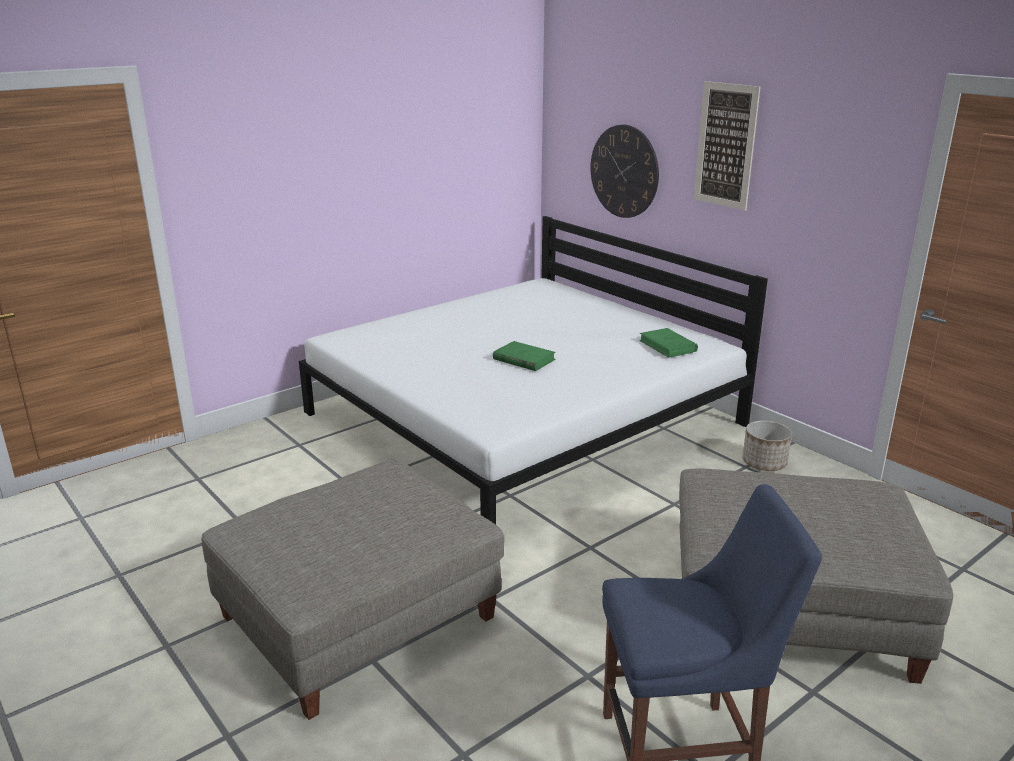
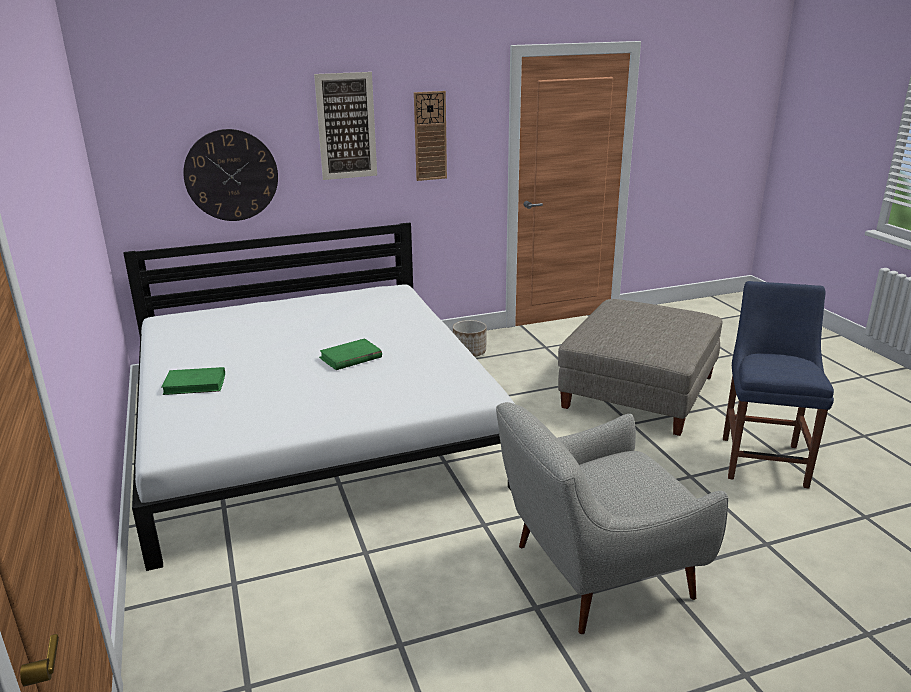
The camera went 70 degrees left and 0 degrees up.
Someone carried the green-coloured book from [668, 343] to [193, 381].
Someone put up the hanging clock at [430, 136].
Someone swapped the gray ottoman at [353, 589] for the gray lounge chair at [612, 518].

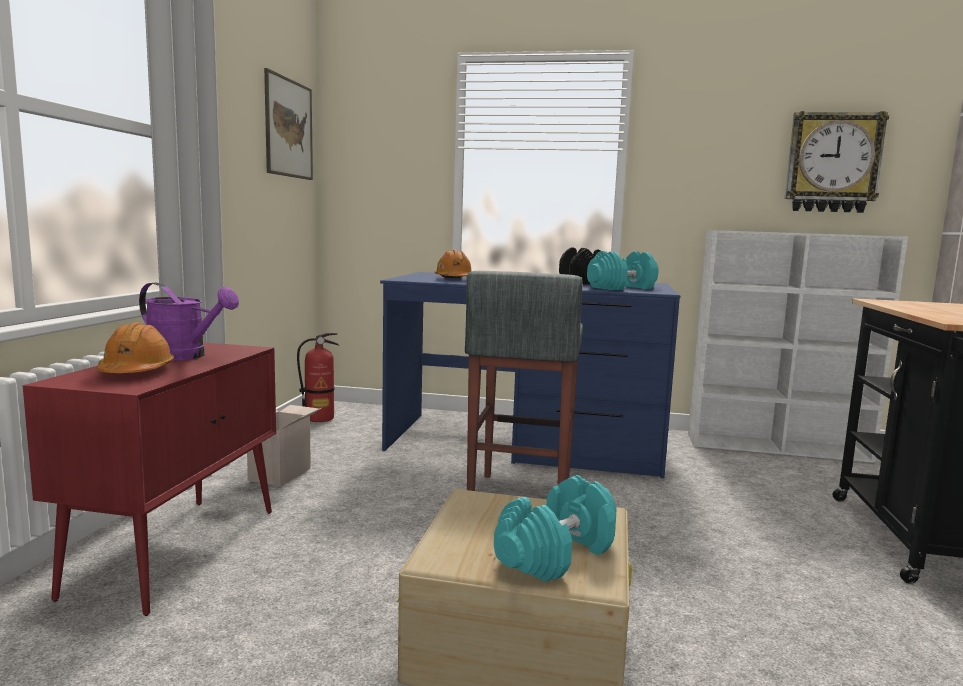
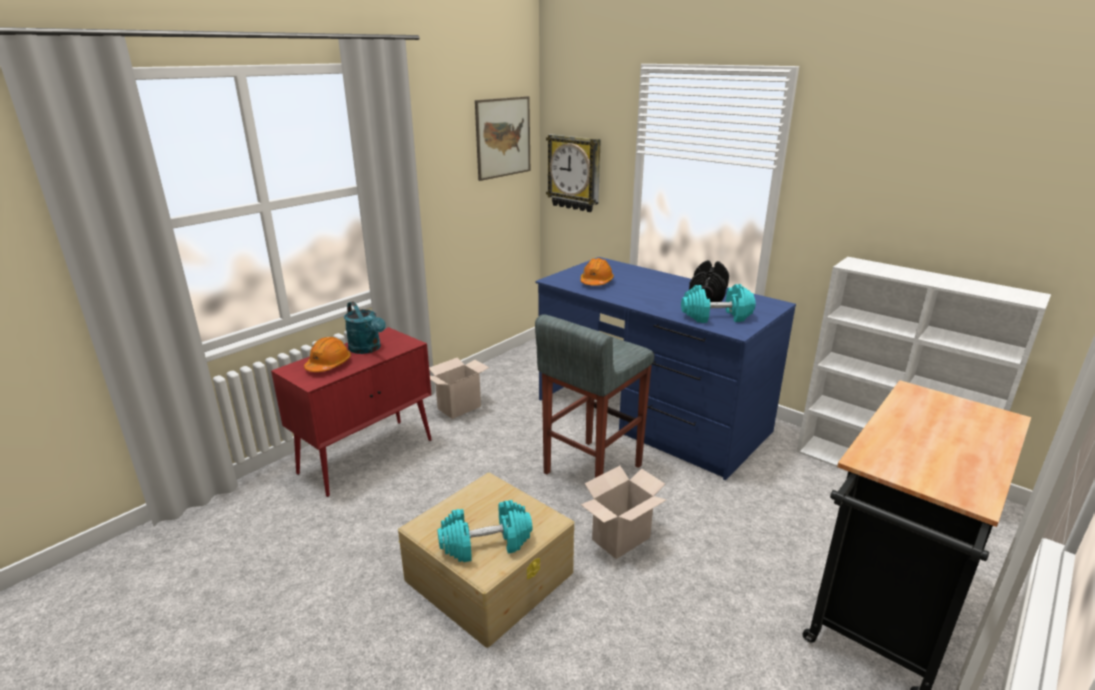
The camera went 30 degrees right and 15 degrees up.
Someone repainted the purple-coloured sprinkling can at [189, 322], which became the turquoise-coloured sprinkling can at [365, 328].
Someone carried the hanging clock from [837, 162] to [573, 173].
Someone put down the cardboard box at [623, 512].
Someone took away the fire-fighting cylinder at [318, 377].

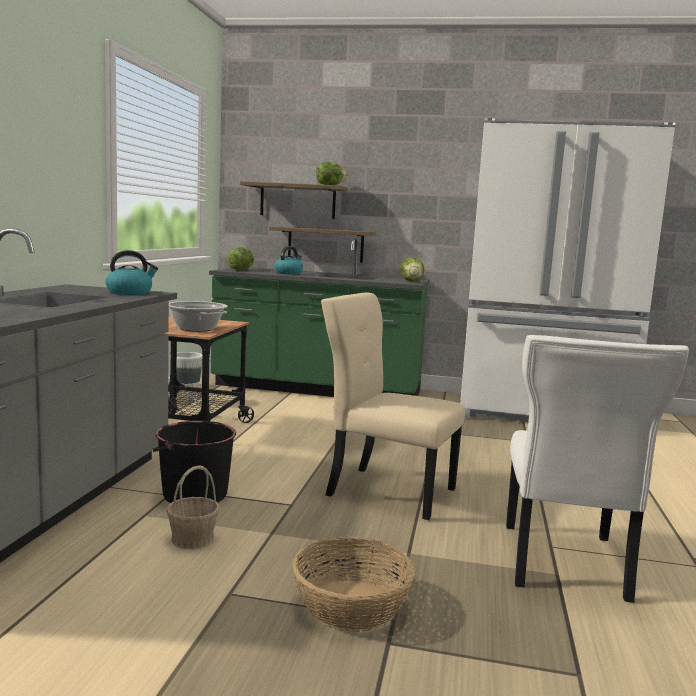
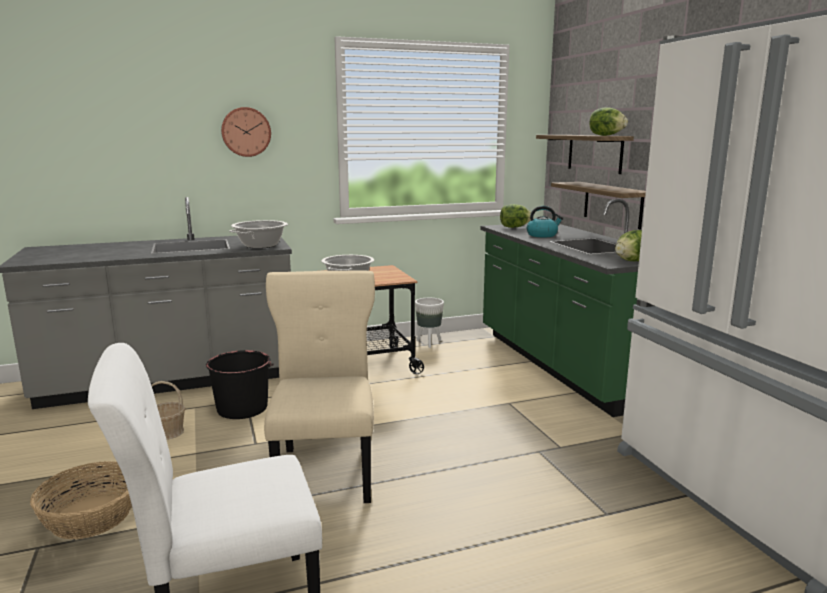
The camera went 60 degrees right and 5 degrees up.
Someone put up the hanging clock at [246, 132].
Someone swapped the kettle at [131, 272] for the saucepot at [258, 234].

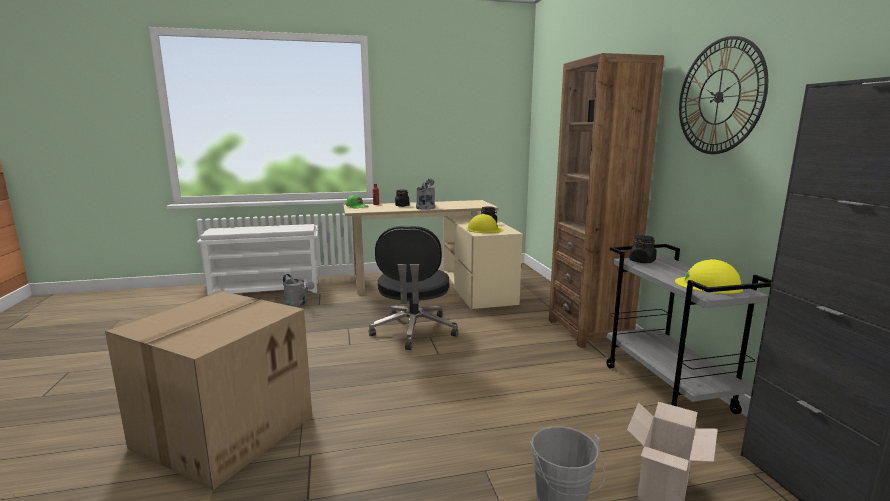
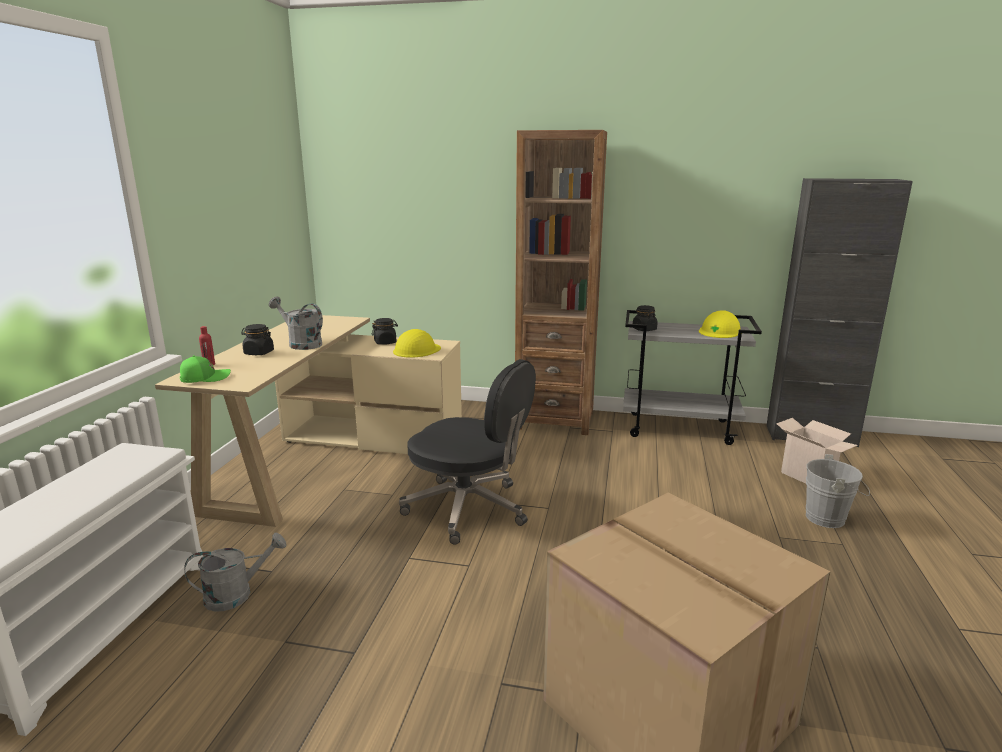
The camera went 65 degrees left and 5 degrees up.
Someone took away the hanging clock at [723, 95].

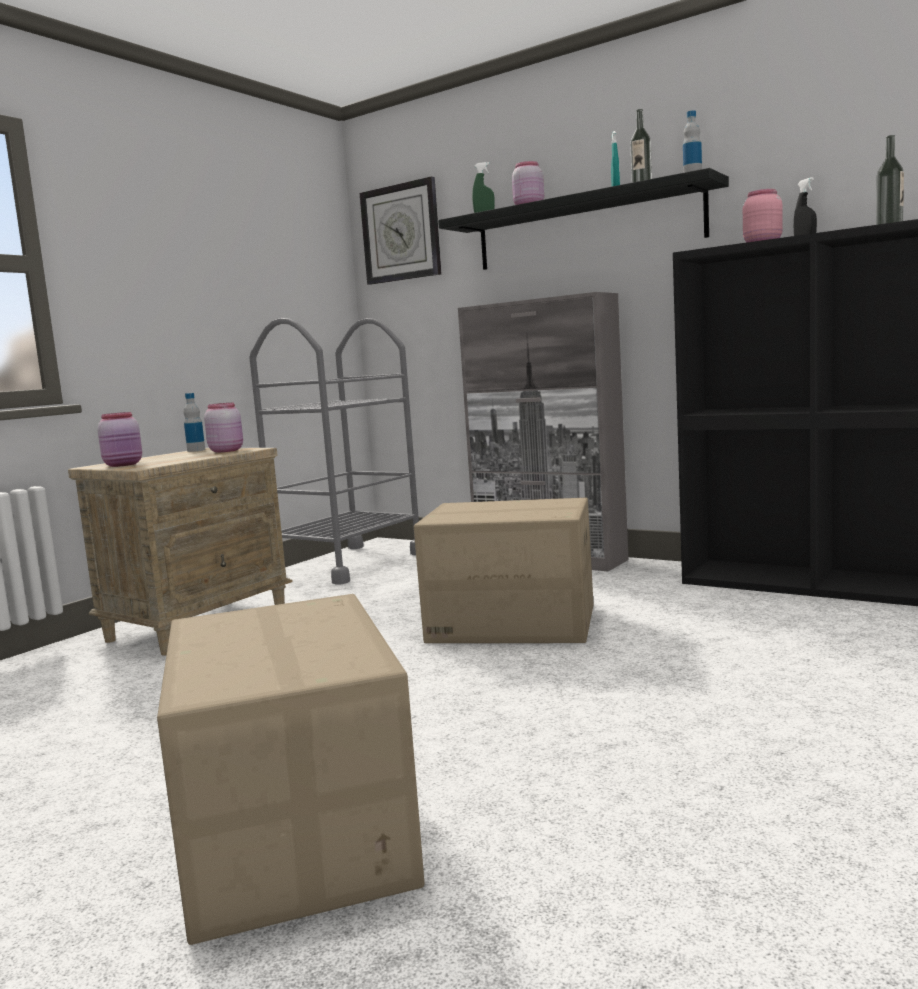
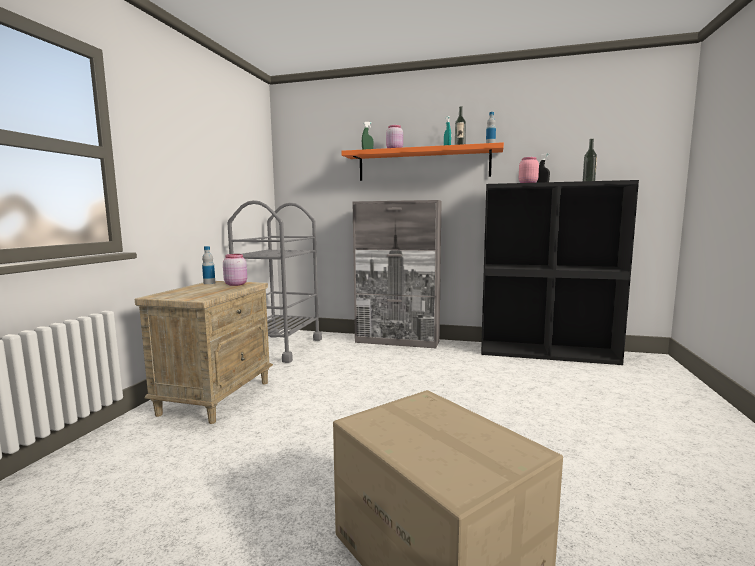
The camera went 20 degrees left and 0 degrees up.
Someone repainted the blackish shelf at [583, 219], which became the orangey shelf at [422, 161].
Someone took away the pink-coloured storage jar at [119, 439].
Someone took away the hanging clock at [401, 231].
Someone took away the cardboard box at [504, 570].

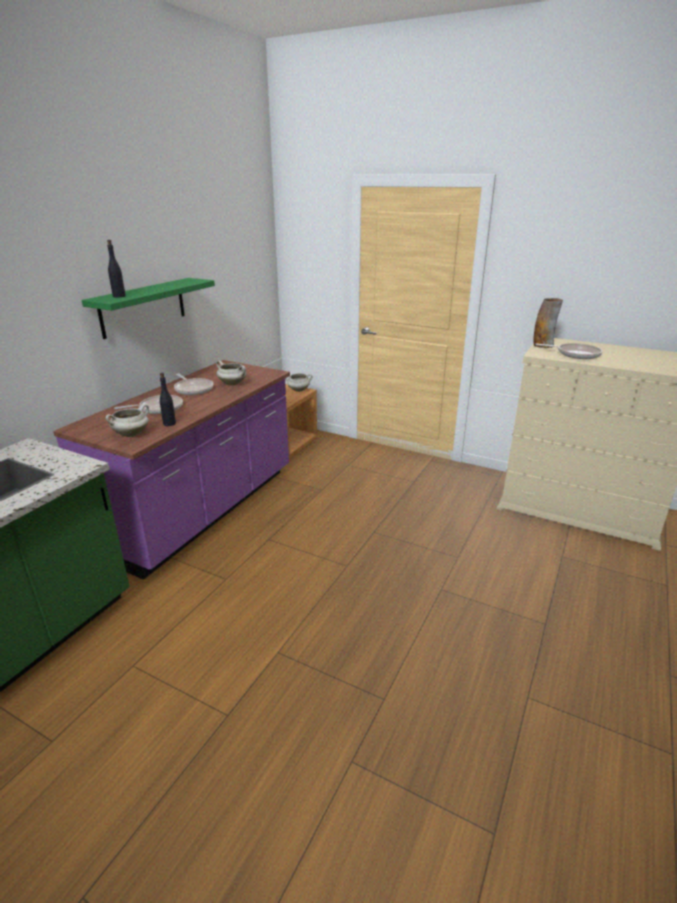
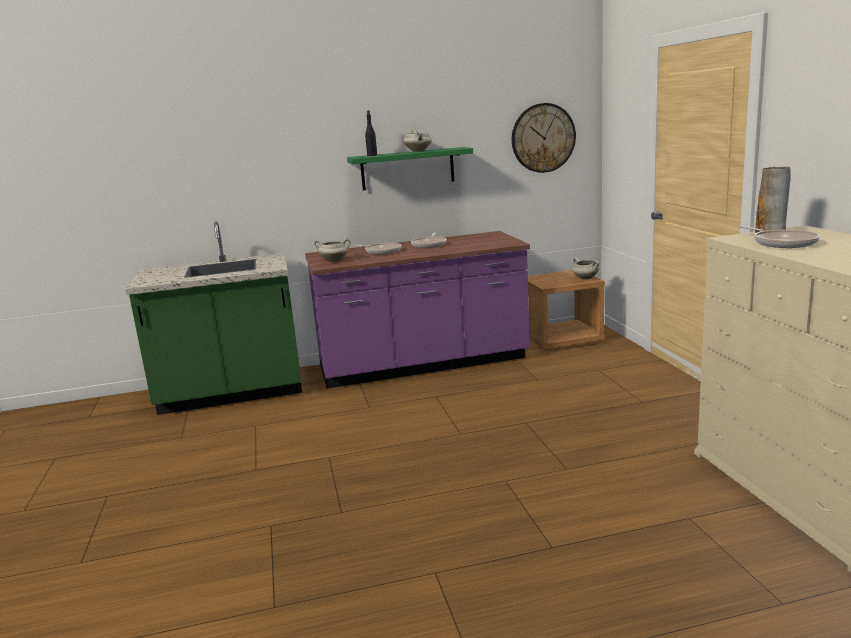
The camera went 50 degrees right and 10 degrees down.
Someone carried the white saucepot from [231, 373] to [417, 140].
Someone put up the hanging clock at [544, 138].
Someone took away the blackish drink bottle at [168, 399].

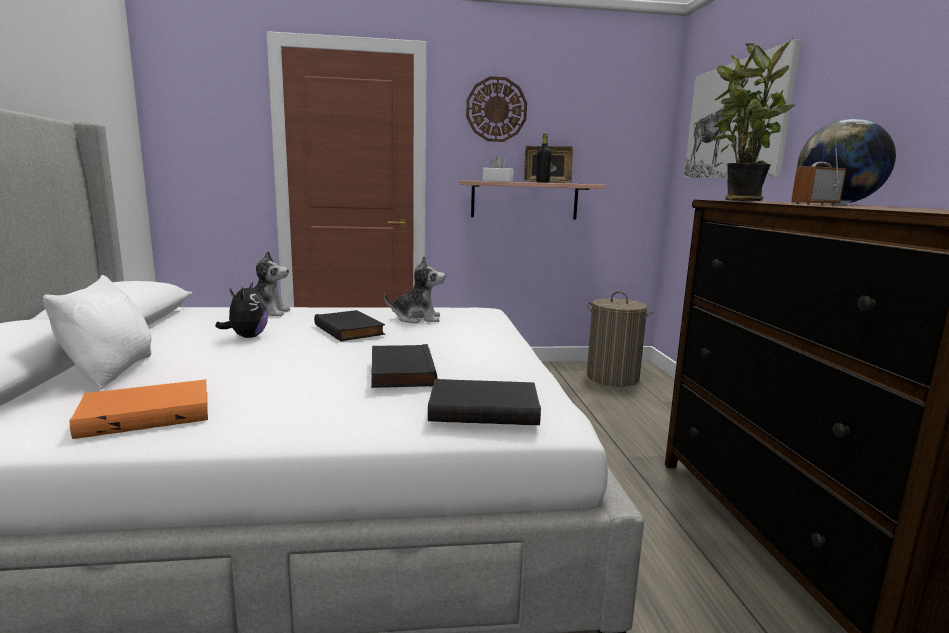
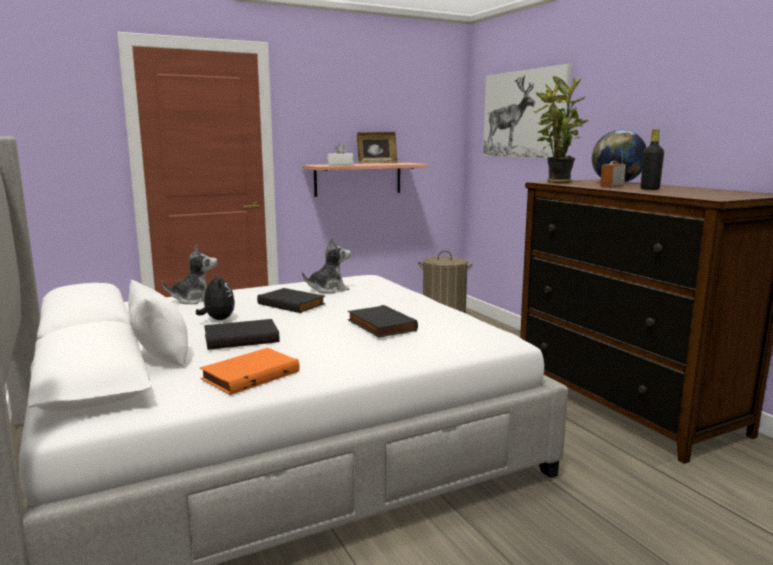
The camera went 20 degrees left and 0 degrees up.
Someone carried the blackish book from [484, 402] to [242, 334].
Someone carried the blackish drink bottle from [544, 158] to [652, 159].
Someone took away the hanging clock at [496, 109].

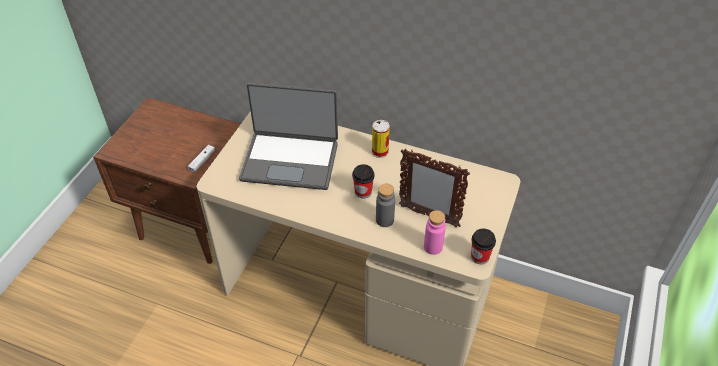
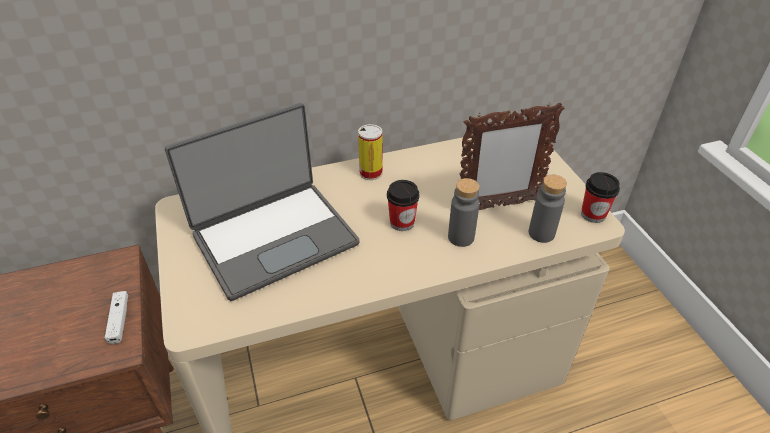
The camera went 40 degrees left and 5 degrees down.
Someone repainted the pink-coloured drink bottle at [435, 232], which became the gray drink bottle at [548, 209].

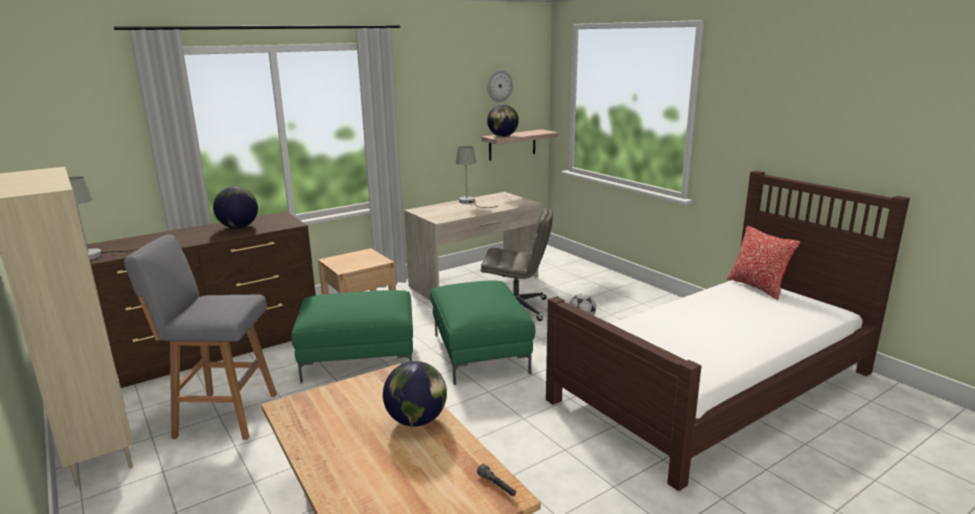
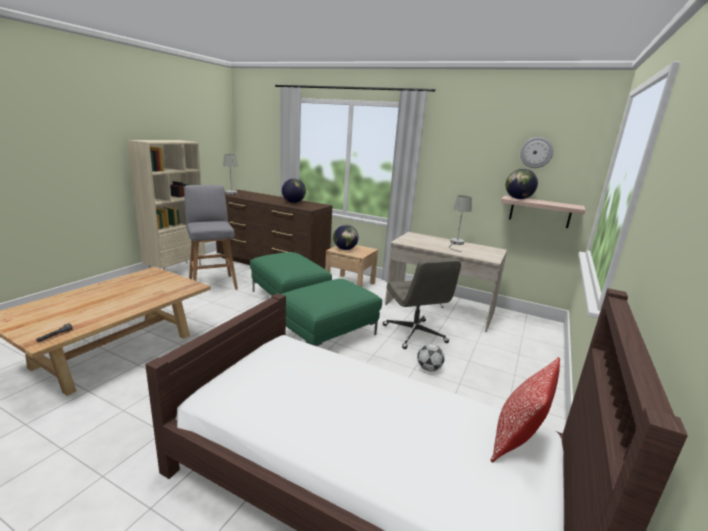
The camera went 60 degrees right and 0 degrees up.
Someone carried the world globe from [415, 394] to [346, 237].

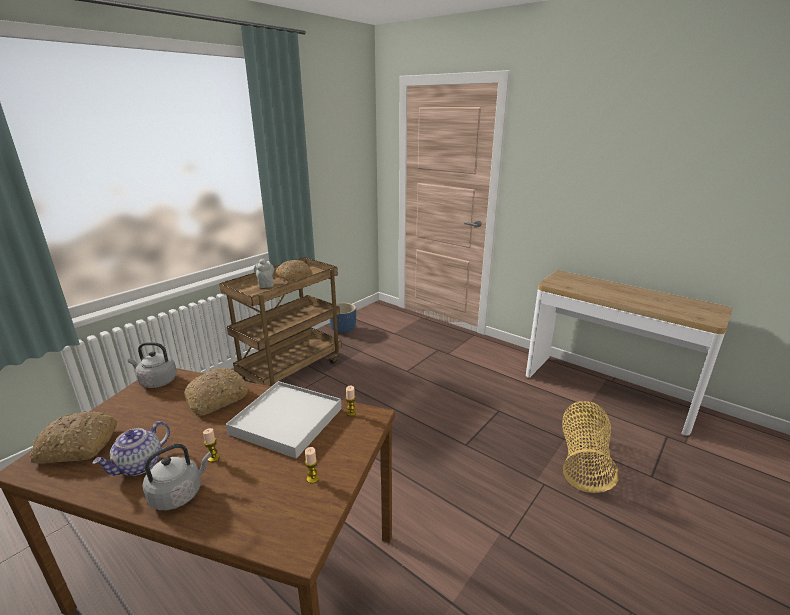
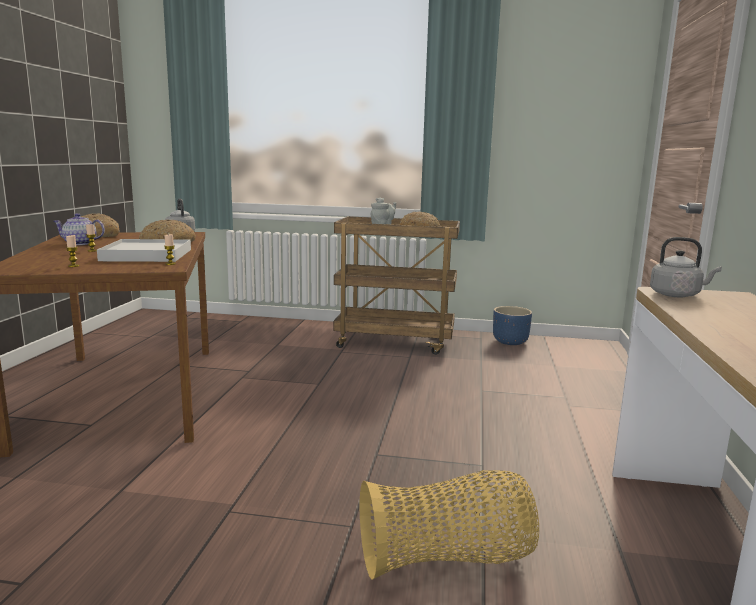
The camera went 60 degrees right and 10 degrees down.
Someone carried the gray kettle from [177, 477] to [686, 267].

